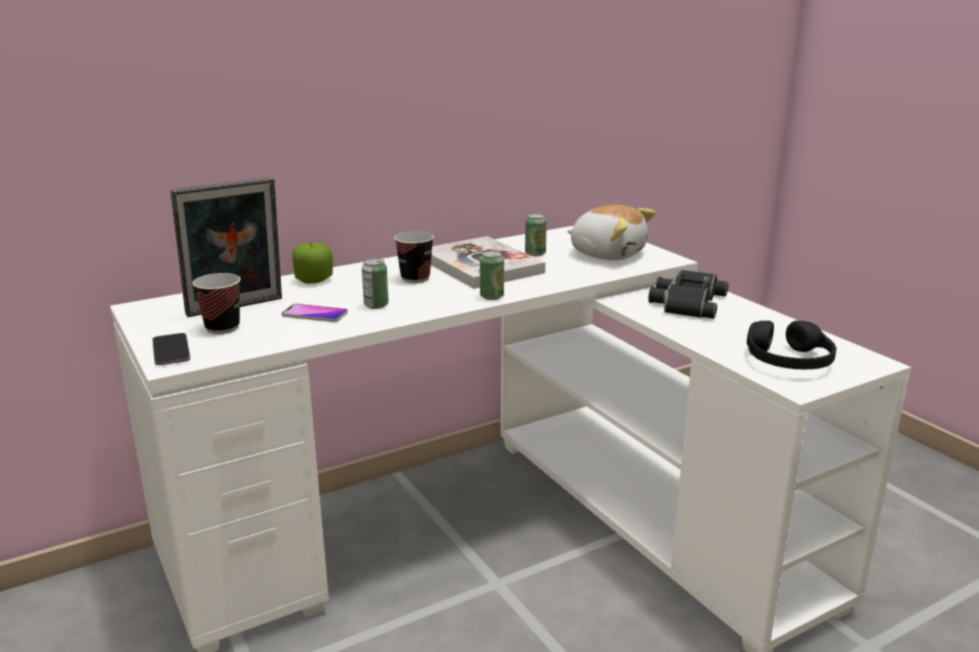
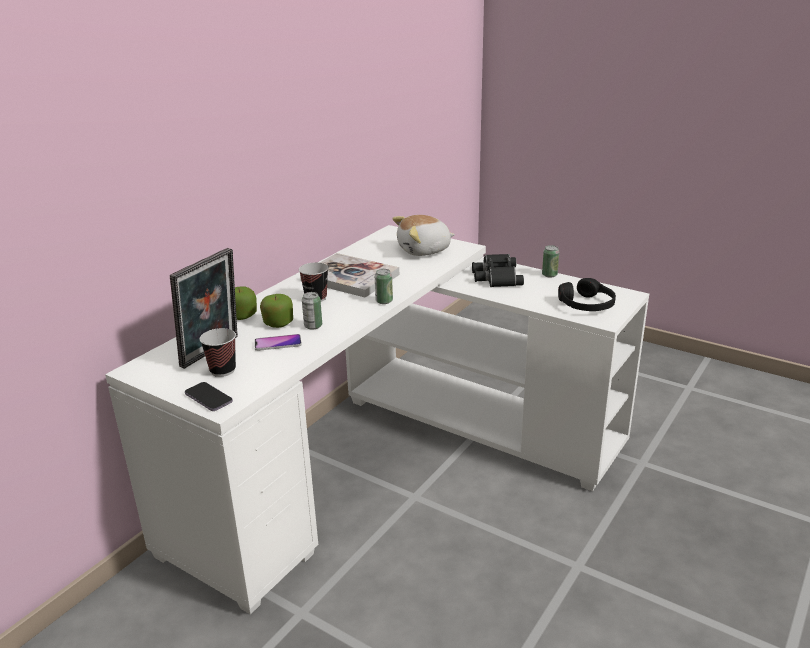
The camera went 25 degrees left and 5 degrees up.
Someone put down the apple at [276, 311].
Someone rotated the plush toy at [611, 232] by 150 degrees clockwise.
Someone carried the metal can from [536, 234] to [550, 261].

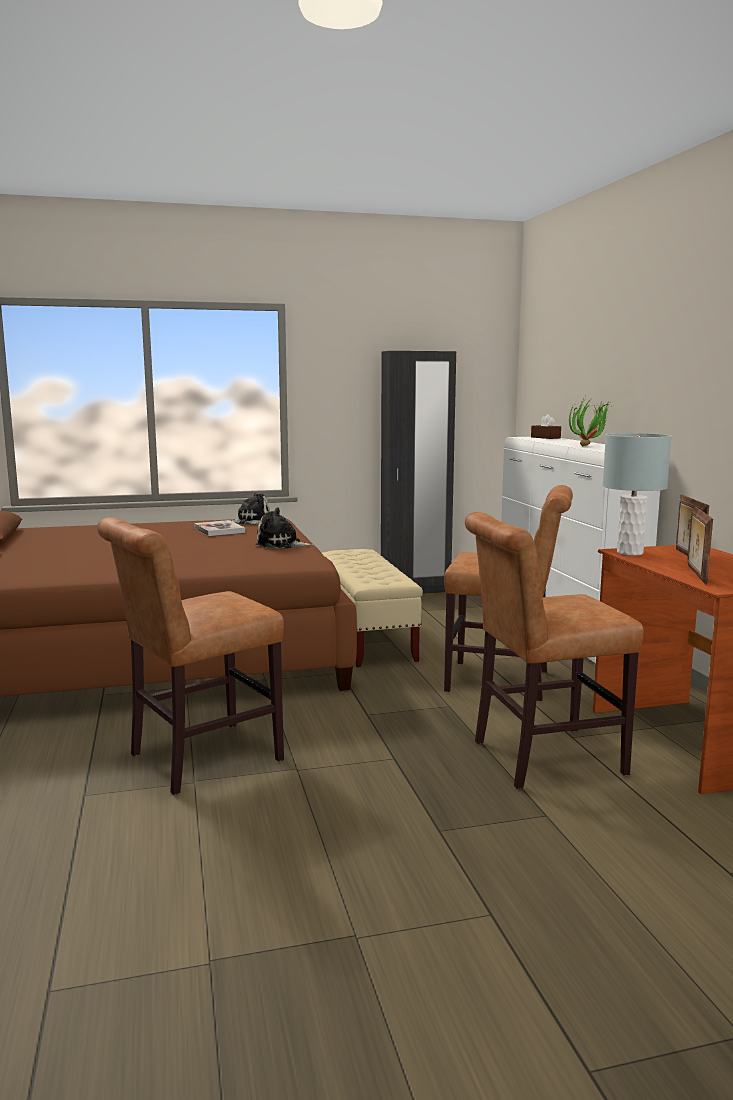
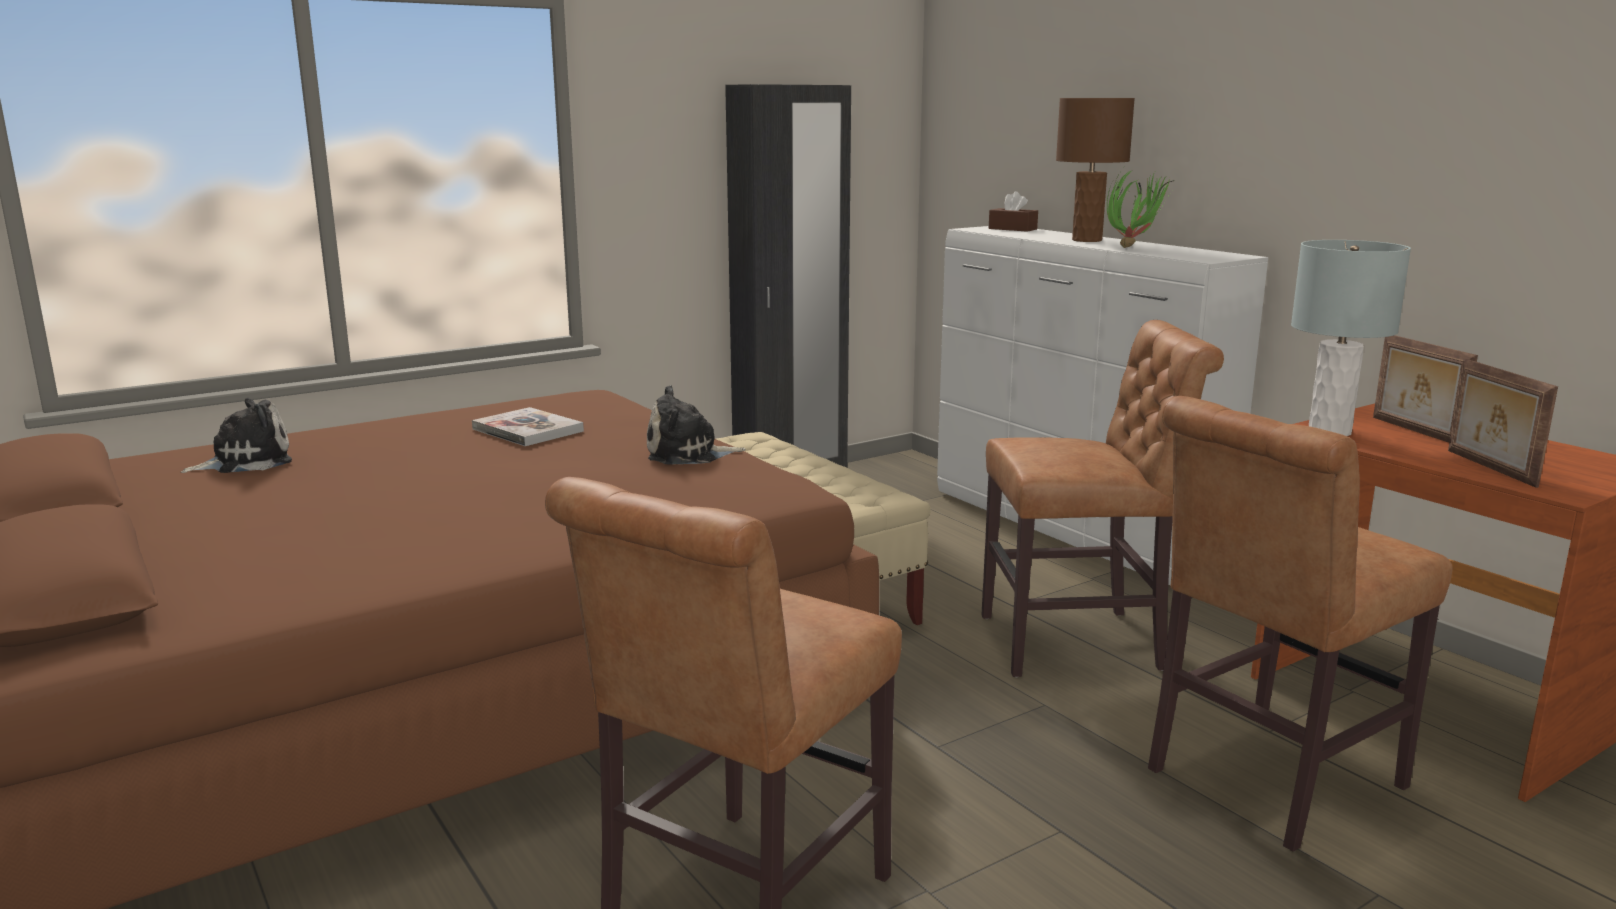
The camera went 20 degrees left and 5 degrees up.
Someone carried the plush toy from [250, 508] to [236, 435].
Someone put down the brownish lamp for a table at [1095, 170].

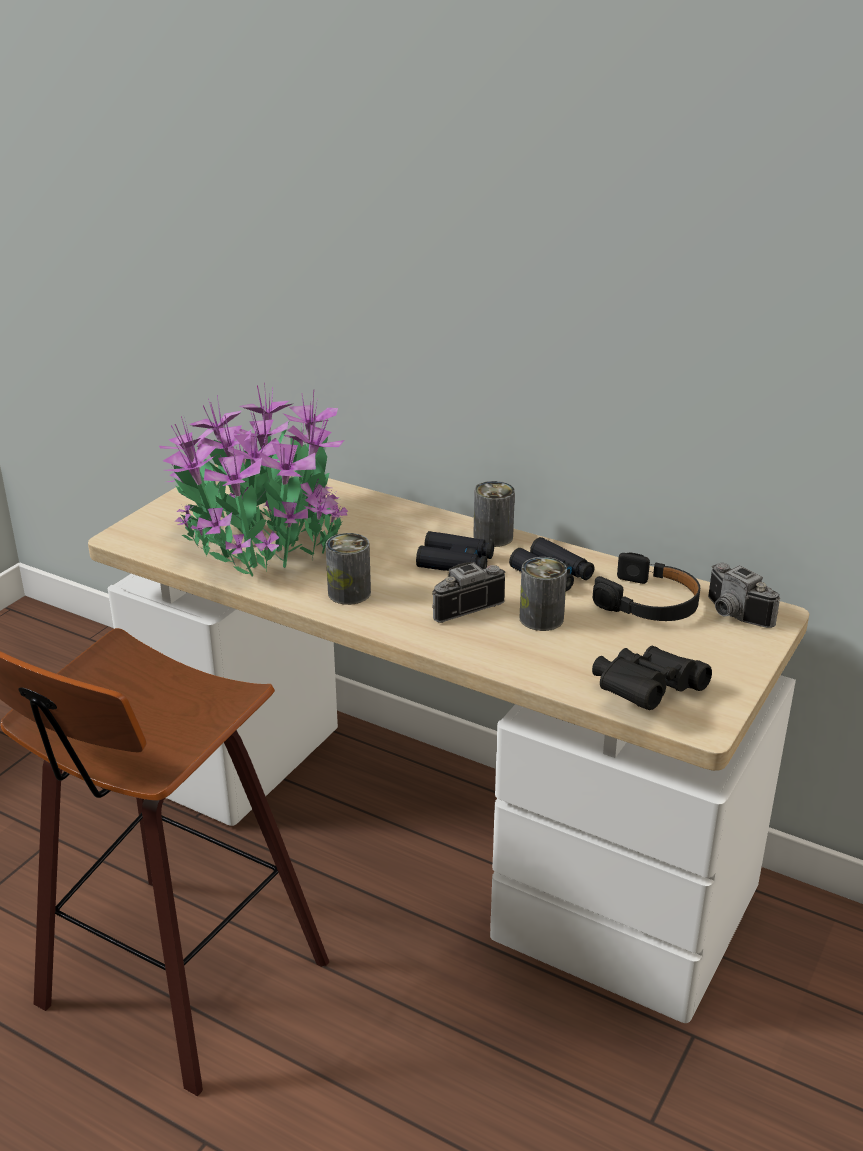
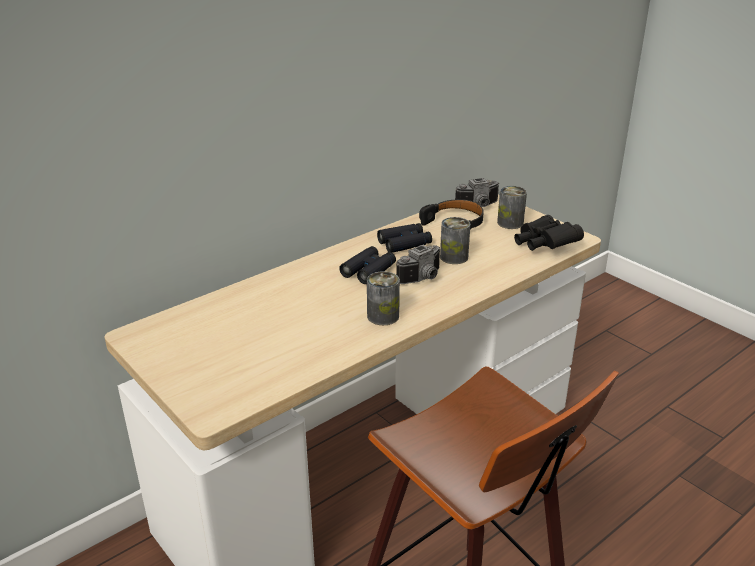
The camera went 70 degrees left and 0 degrees up.
Someone rotated the photo camera at [468, 592] by 120 degrees counterclockwise.
Someone carried the metal can from [494, 514] to [512, 207].
Someone took away the potted plant at [253, 479].

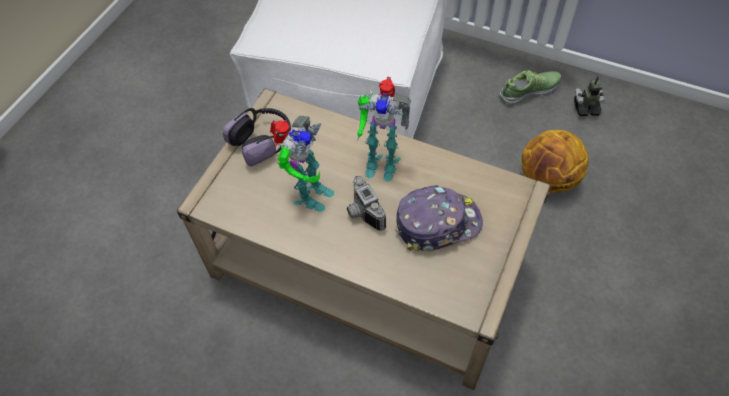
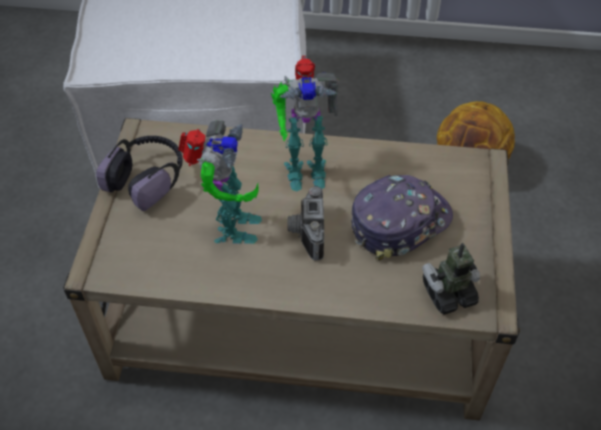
The camera went 20 degrees left and 5 degrees down.
Someone rotated the photo camera at [366, 203] by 45 degrees clockwise.
Someone carried the model robot from [589, 96] to [451, 279].
Someone took away the shoe at [530, 87].

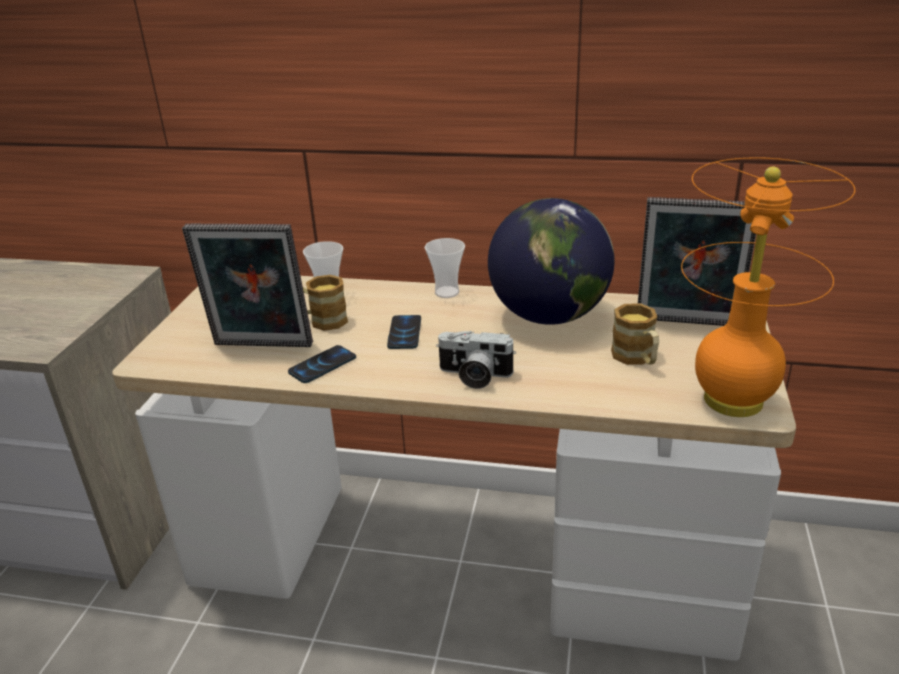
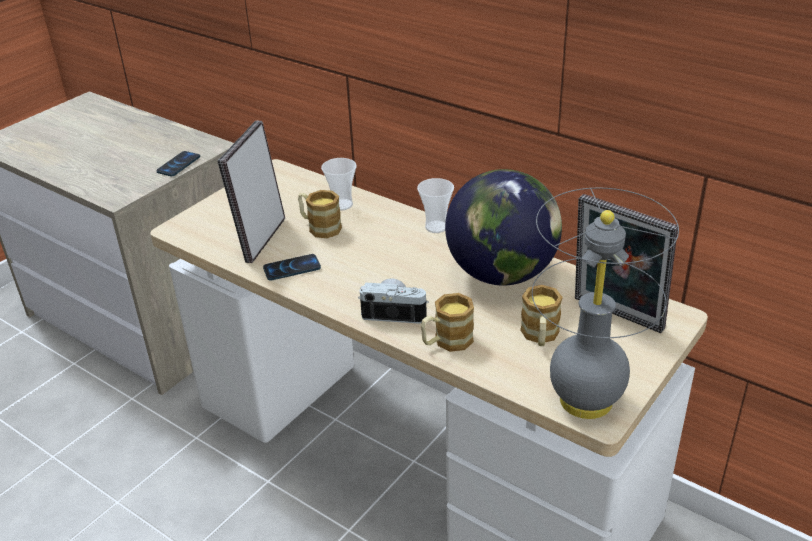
The camera went 25 degrees right and 5 degrees up.
Someone carried the telephone from [404, 332] to [178, 163].
Someone rotated the picture frame at [247, 285] by 75 degrees clockwise.
Someone rotated the photo camera at [476, 360] by 150 degrees clockwise.
Someone put down the tea mug at [447, 322].
Someone repainted the orangey lamp for a table at [768, 287], which became the gray lamp for a table at [605, 303].

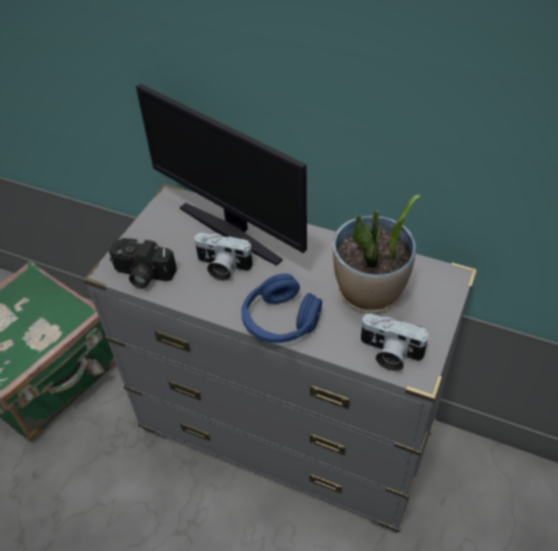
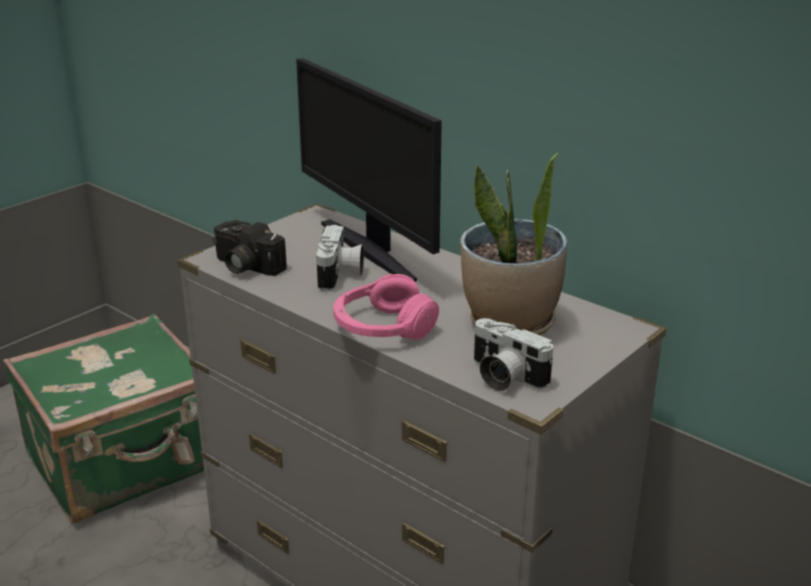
The camera went 15 degrees right and 20 degrees down.
Someone rotated the photo camera at [223, 257] by 120 degrees counterclockwise.
Someone repainted the blue-coloured headset at [281, 308], which became the pink-coloured headset at [386, 307].

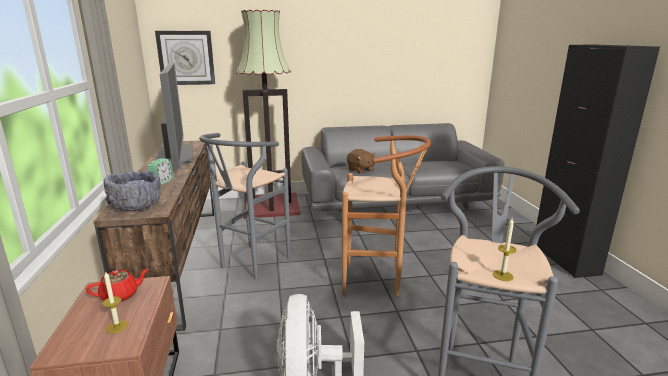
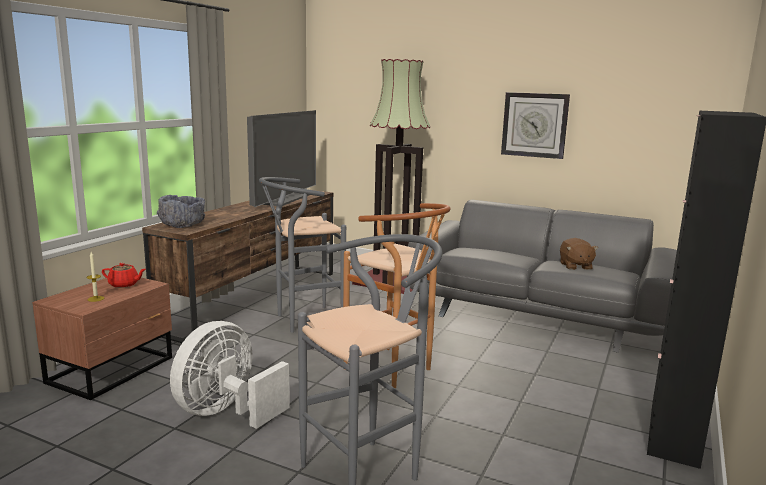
The camera went 35 degrees right and 5 degrees down.
Someone carried the hanging clock from [185, 58] to [535, 125].
Someone carried the brownish plush toy from [361, 161] to [579, 254].
Someone took away the table clock at [160, 172].
Someone took away the wax light at [504, 249].

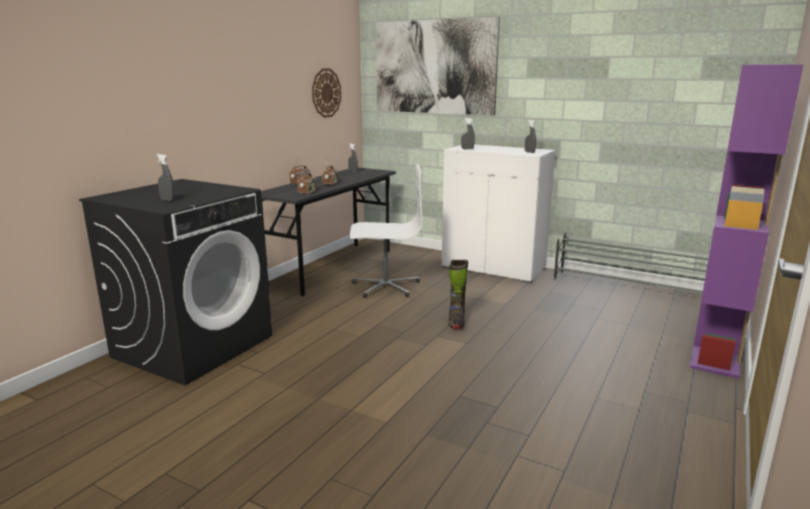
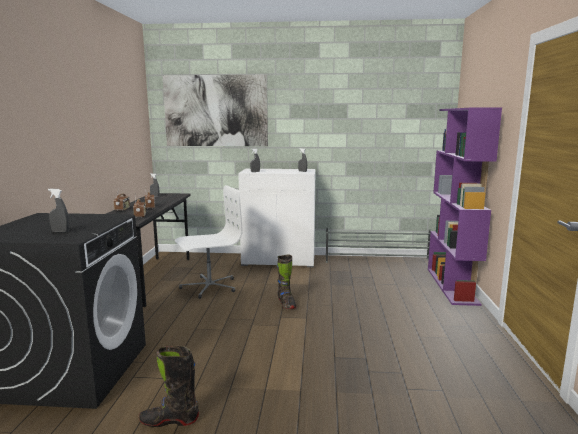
The camera went 25 degrees left and 5 degrees down.
Someone put down the blackish high-top boot at [169, 386].
Someone took away the hanging clock at [326, 93].

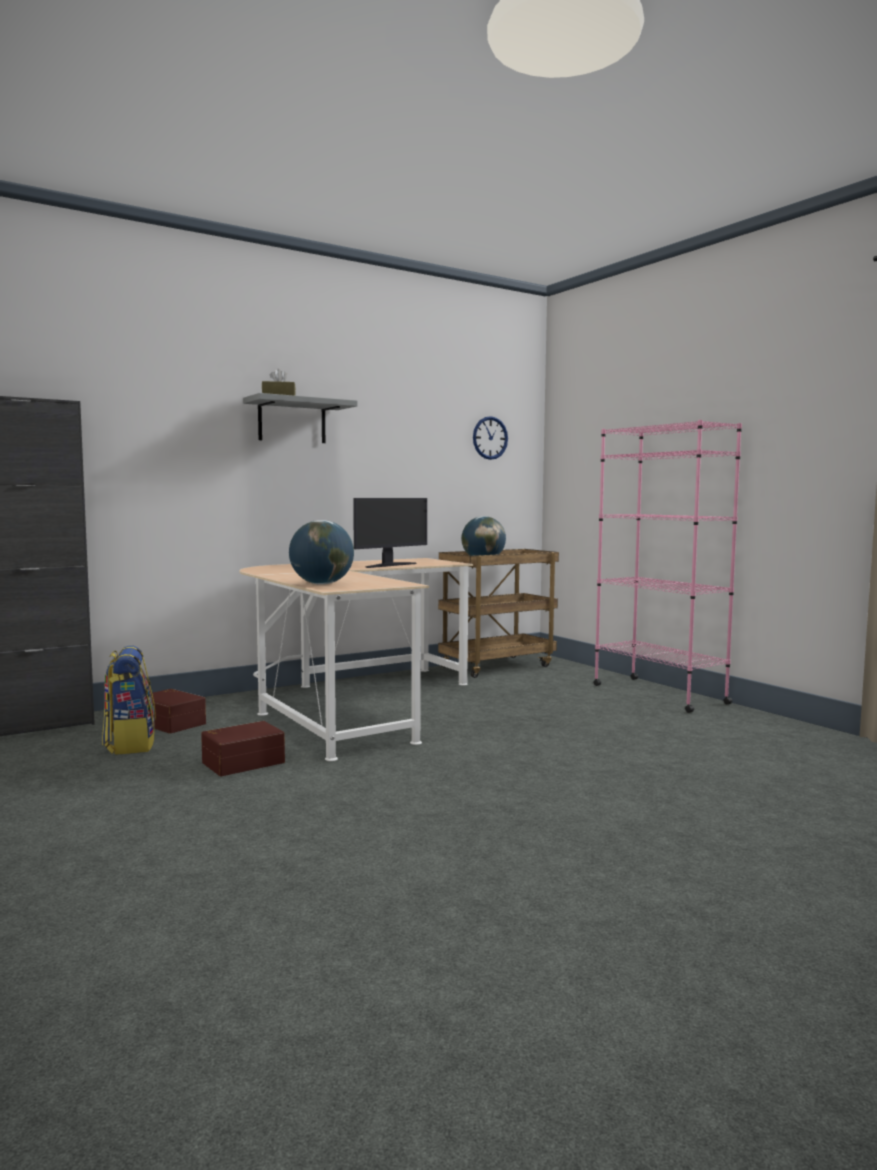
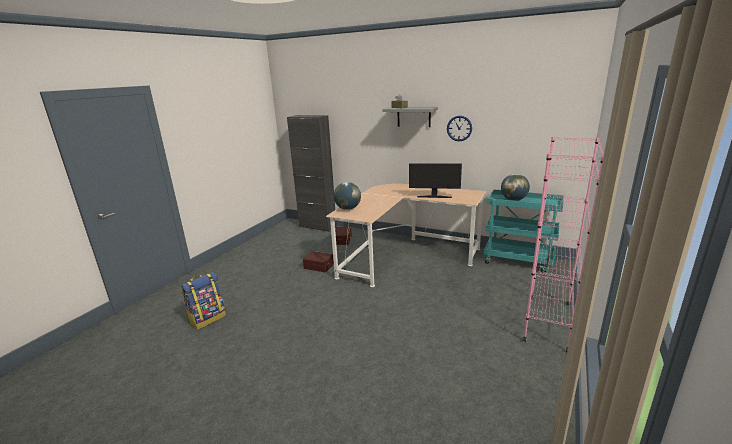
The camera went 60 degrees right and 15 degrees up.
Someone carried the backpack from [129, 700] to [204, 301].
Someone carried the hanging clock from [490, 438] to [459, 128].
Someone repainted the brownish wheeled cart at [498, 613], which became the turquoise-coloured wheeled cart at [524, 231].

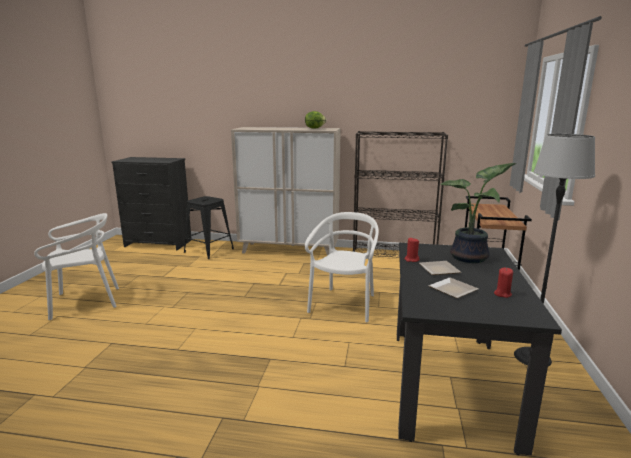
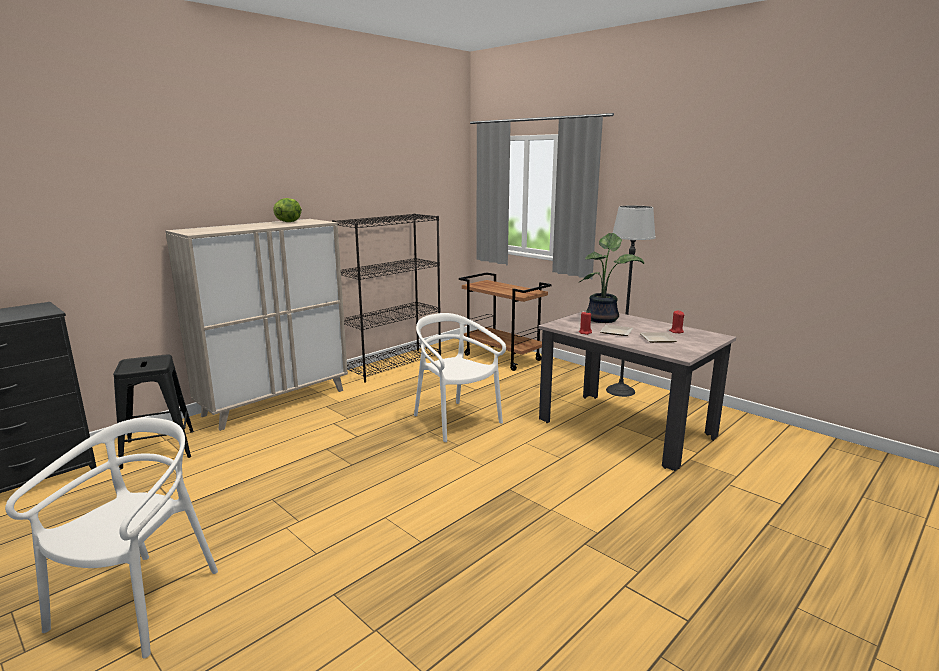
The camera went 55 degrees left and 0 degrees up.
Someone repainted the blackish dining table at [479, 349], which became the beige-coloured dining table at [637, 390].

